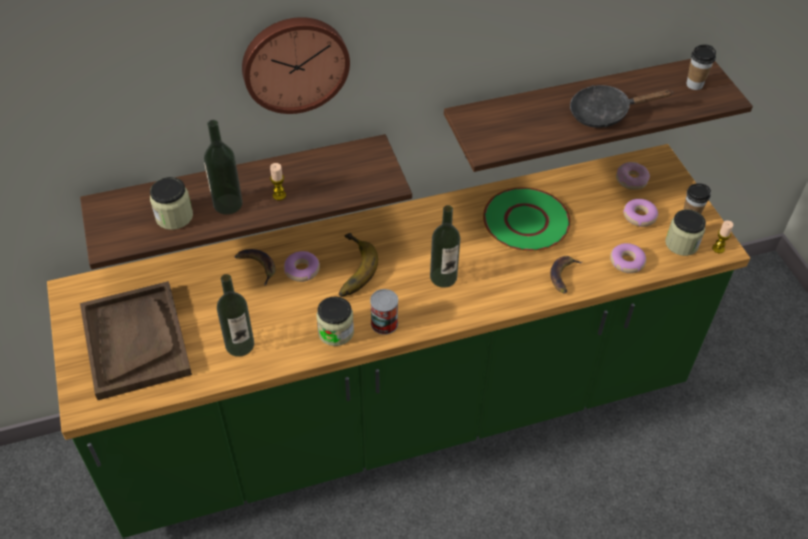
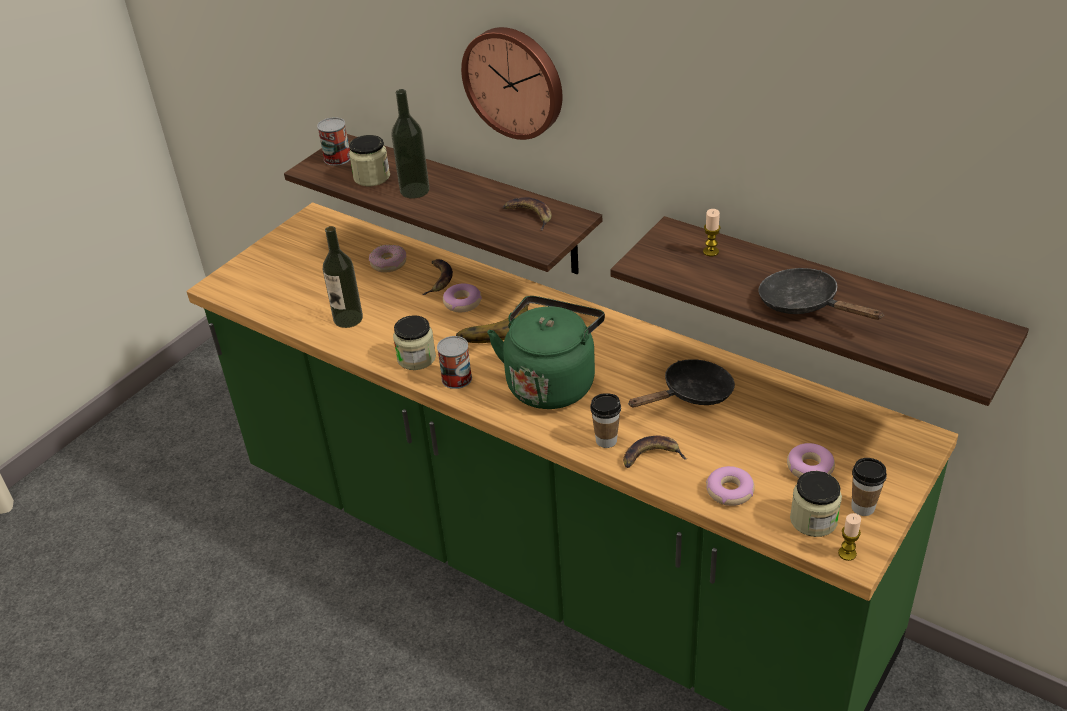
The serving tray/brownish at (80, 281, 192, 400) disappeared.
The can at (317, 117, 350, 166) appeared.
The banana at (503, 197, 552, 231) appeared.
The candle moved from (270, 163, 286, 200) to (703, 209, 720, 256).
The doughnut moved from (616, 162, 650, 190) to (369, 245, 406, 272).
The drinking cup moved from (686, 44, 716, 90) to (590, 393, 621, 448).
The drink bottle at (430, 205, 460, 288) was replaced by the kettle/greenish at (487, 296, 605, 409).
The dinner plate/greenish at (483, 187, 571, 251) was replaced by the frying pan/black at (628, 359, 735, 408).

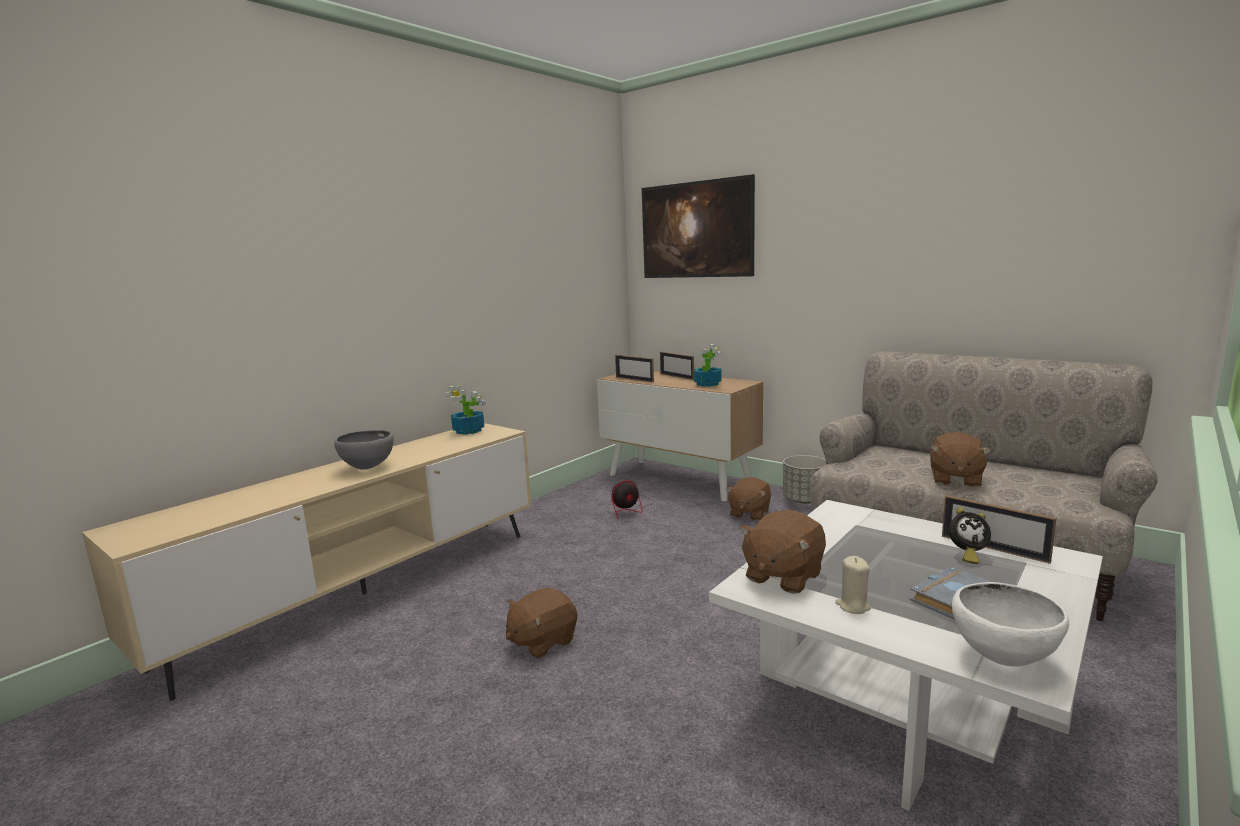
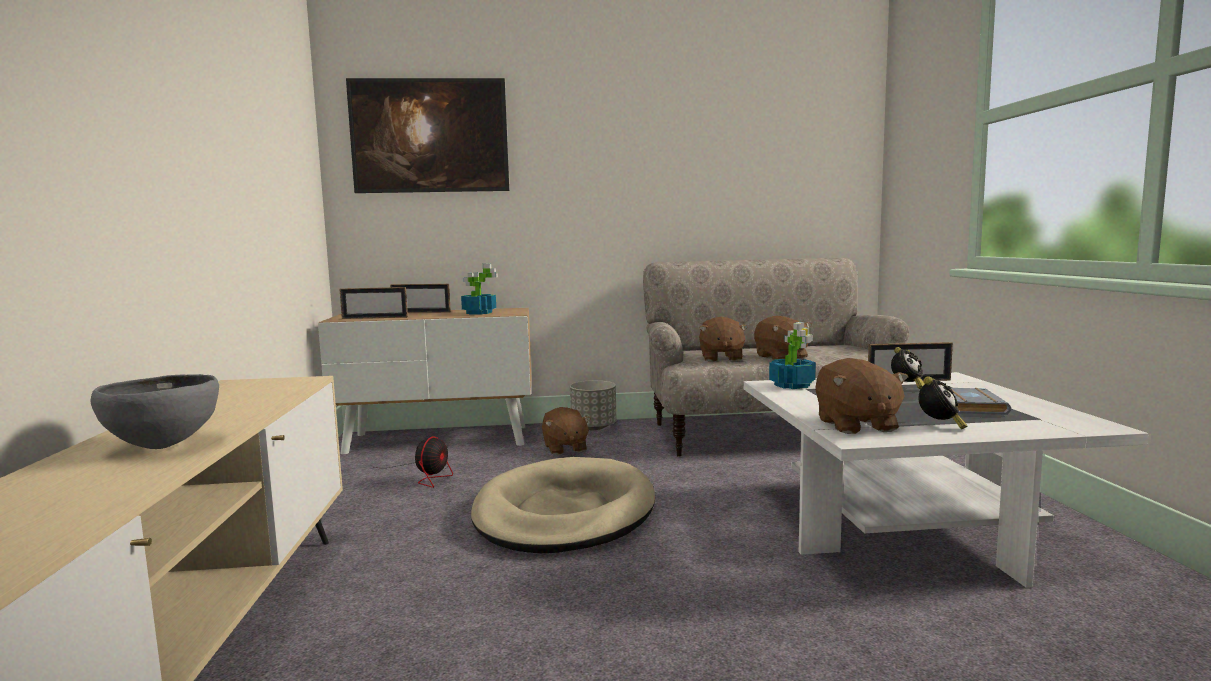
The deep dish/whitish at (952, 582, 1069, 666) disappeared.
The dog cushion/beige at (471, 457, 655, 553) appeared.
The potted plant moved from (446, 386, 485, 435) to (769, 322, 816, 389).
The plush toy/brownish moved from (506, 588, 577, 658) to (699, 317, 748, 362).
The candle/beige at (835, 556, 871, 614) was replaced by the alarm clock at (918, 377, 967, 429).

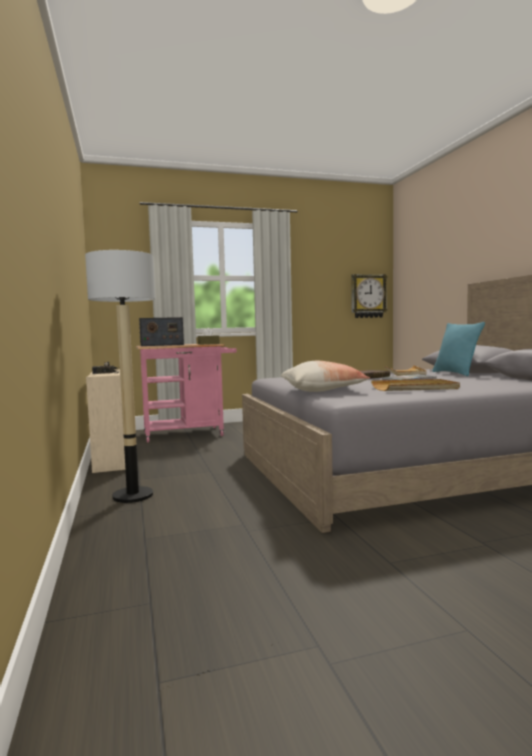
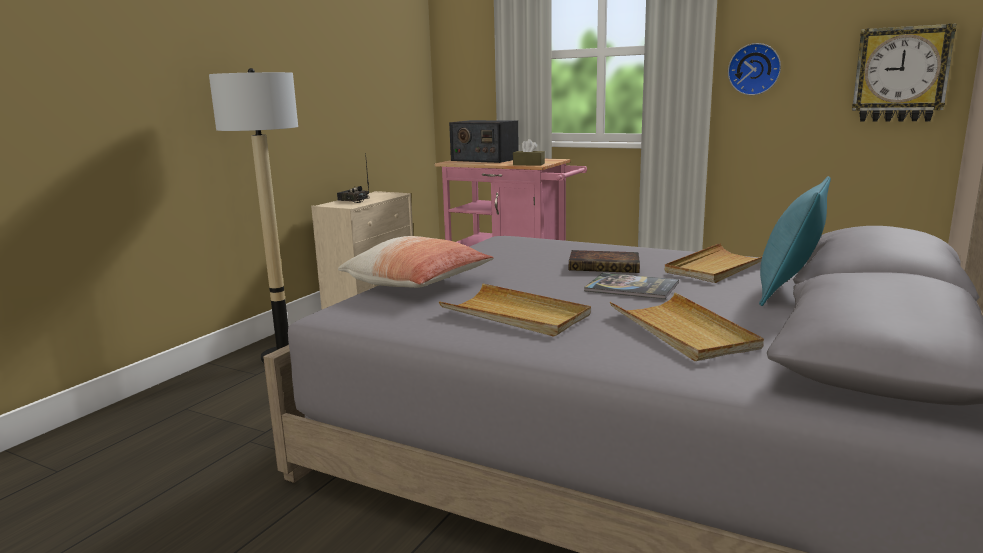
The serving tray/beige at (610, 292, 764, 361) appeared.
The clock on the wall at (728, 43, 781, 95) appeared.

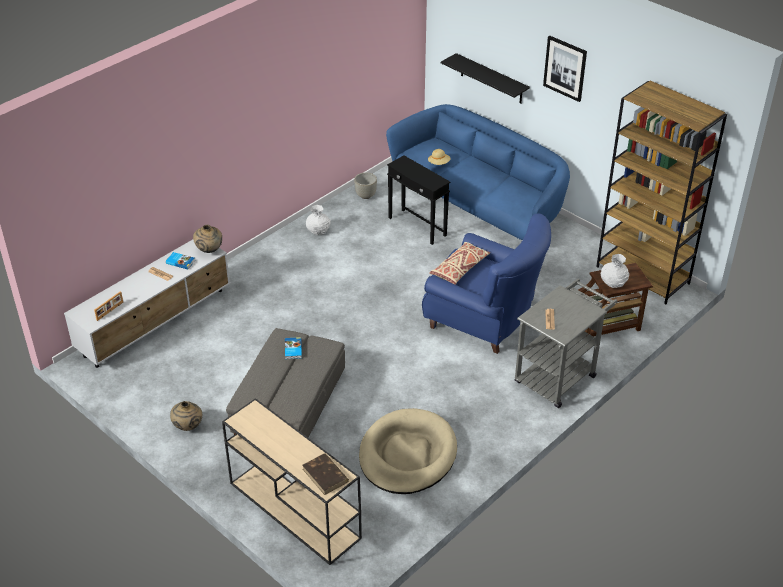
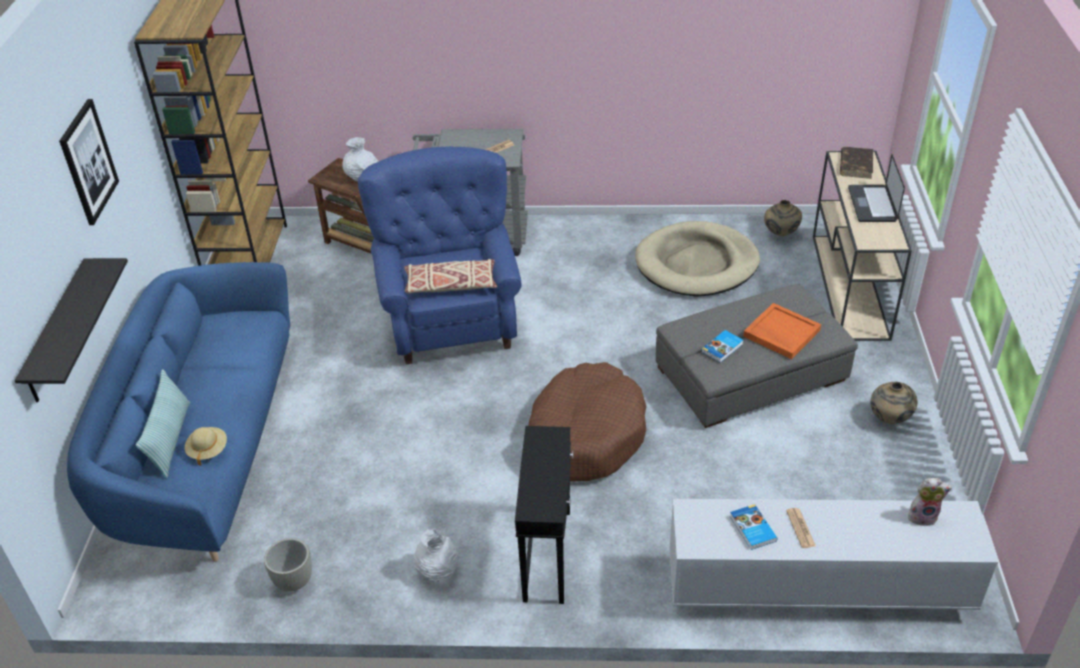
The cushion at (136, 369, 190, 479) appeared.
The dog cushion/brownish at (528, 362, 646, 482) appeared.
The serving tray/orange at (743, 303, 821, 359) appeared.
The portable computer at (848, 154, 905, 222) appeared.
The decorative vase/beige moved from (193, 225, 222, 253) to (764, 200, 802, 236).
The end table/black moved from (387, 155, 450, 245) to (515, 426, 574, 604).
The standing frame at (94, 291, 123, 321) was replaced by the plush toy at (908, 478, 952, 526).

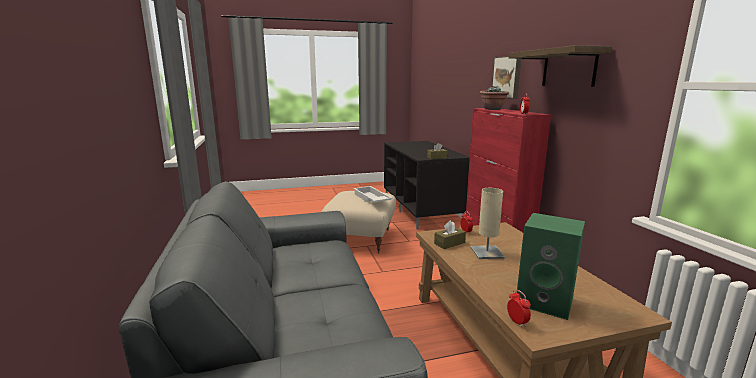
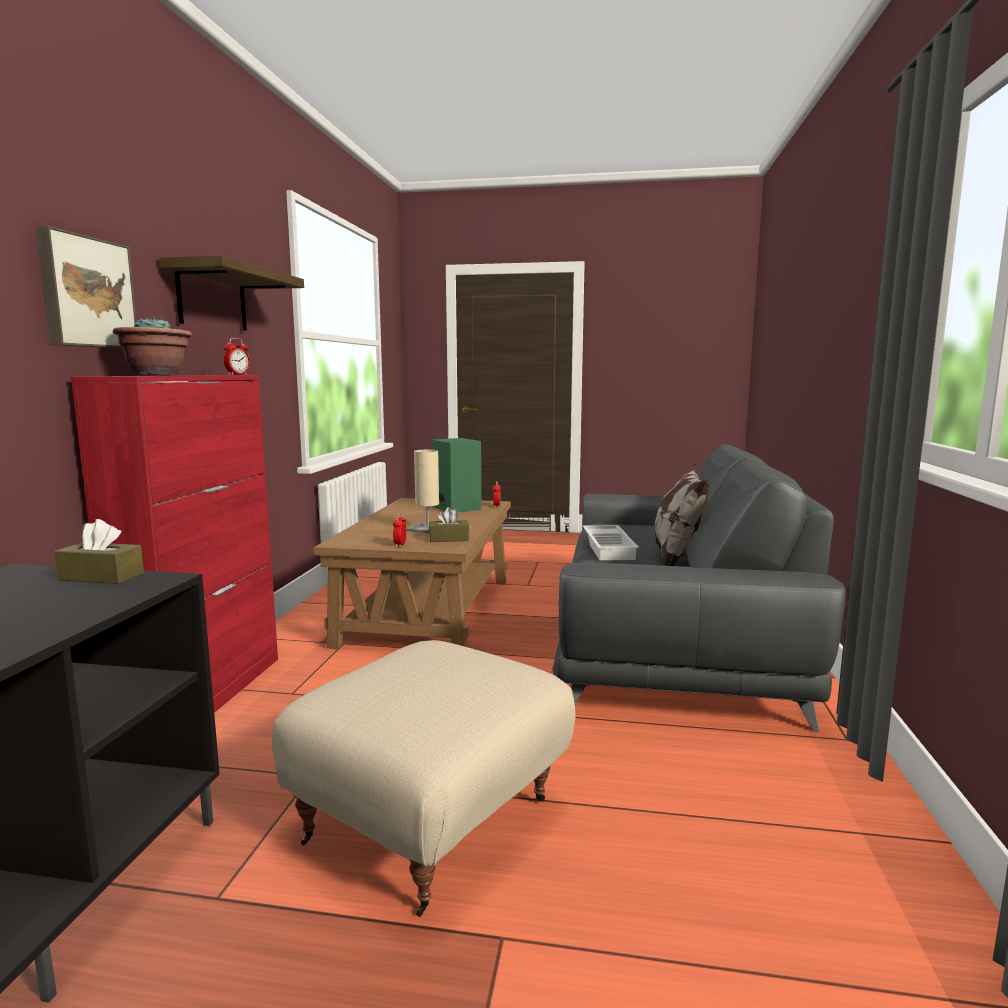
The cushion at (655, 463, 709, 566) appeared.
The serving tray/whitish moved from (353, 186, 392, 202) to (583, 525, 639, 560).

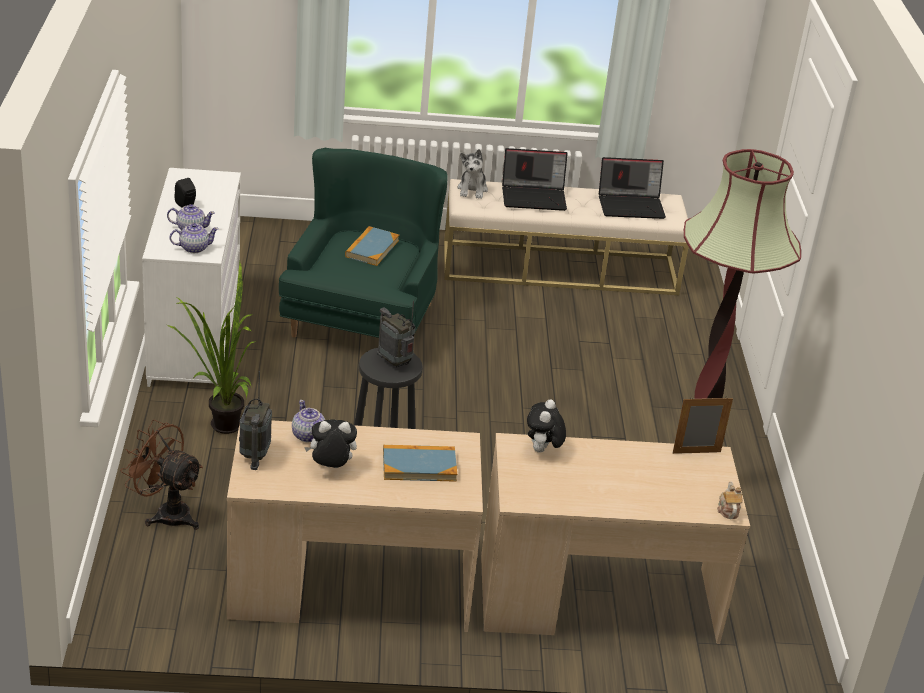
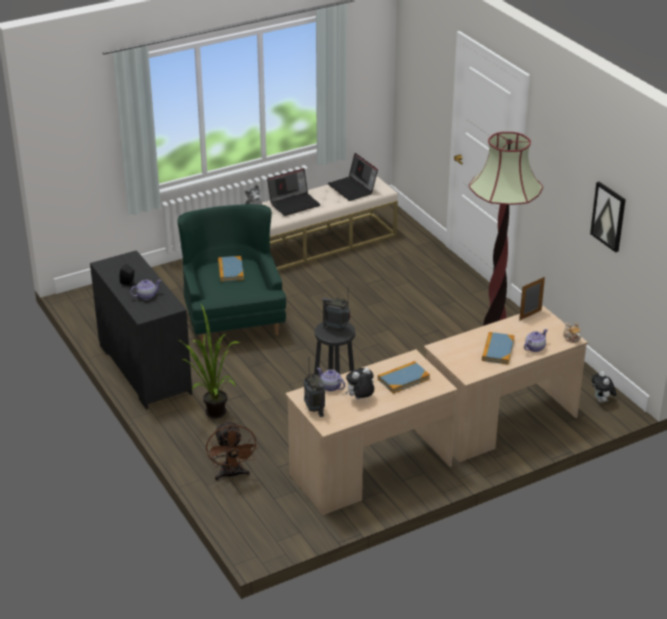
The volume at (482, 332, 515, 365) appeared.
The wall art at (590, 182, 626, 252) appeared.
The tea pot moved from (170, 223, 219, 253) to (524, 329, 548, 352).
The plush toy moved from (527, 399, 566, 453) to (591, 371, 616, 403).
The chest of drawers/whitish at (142, 168, 241, 387) became the chest of drawers/black at (90, 250, 192, 410).
The electric fan/brownish at (120, 420, 203, 530) turned 105 degrees counterclockwise.
The portable computer at (599, 157, 666, 219) turned 90 degrees clockwise.

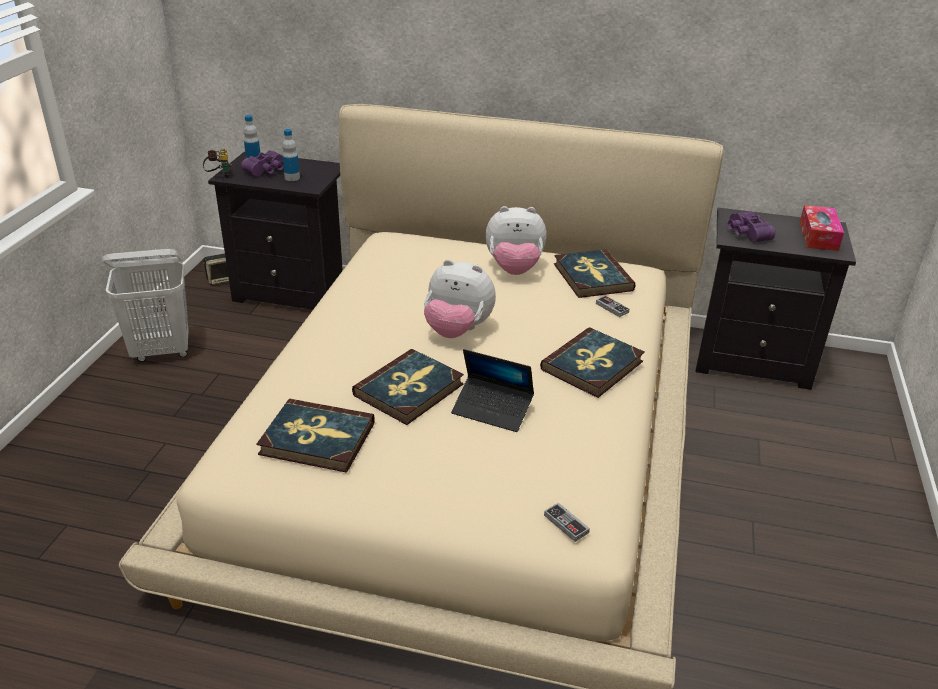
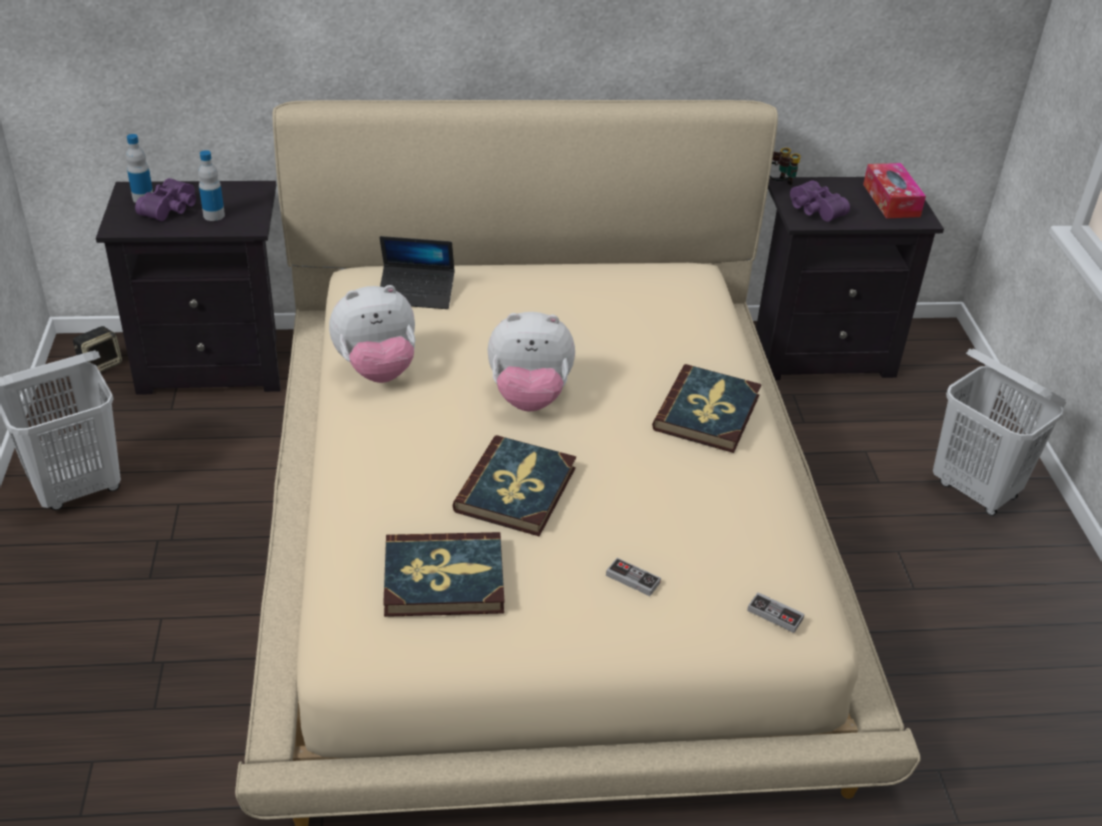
The volume at (554, 249, 635, 298) disappeared.
The washing basket/whitish at (933, 348, 1067, 516) appeared.
The binoculars moved from (203, 149, 232, 178) to (770, 148, 801, 185).
The portable computer moved from (451, 349, 534, 432) to (380, 236, 455, 309).
The plush toy moved from (485, 206, 547, 275) to (329, 285, 416, 383).
The game controller moved from (596, 296, 629, 317) to (606, 558, 661, 596).

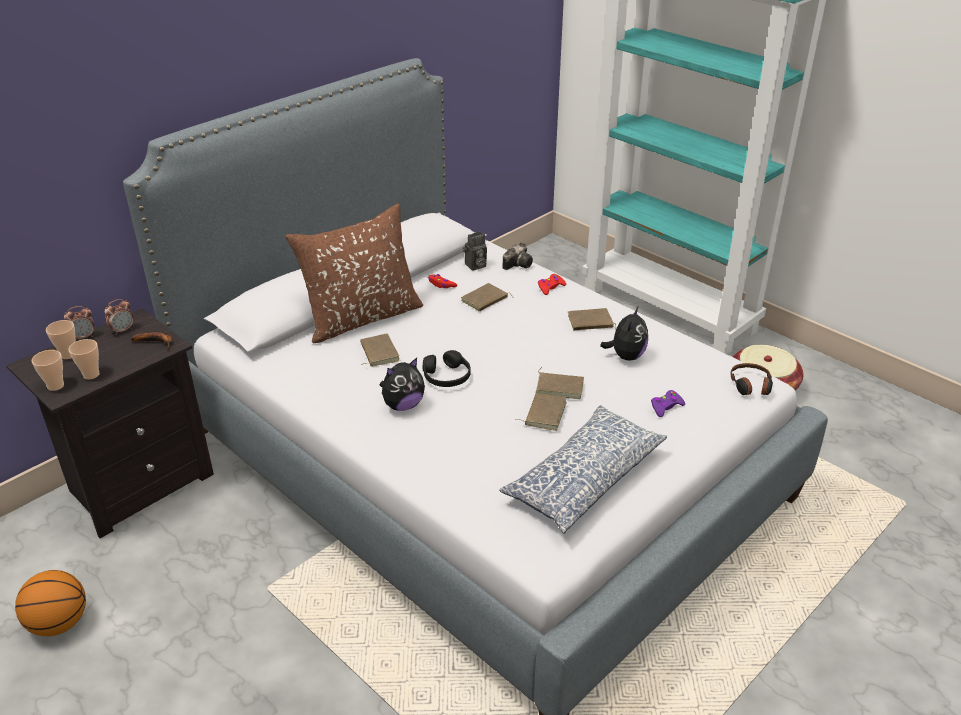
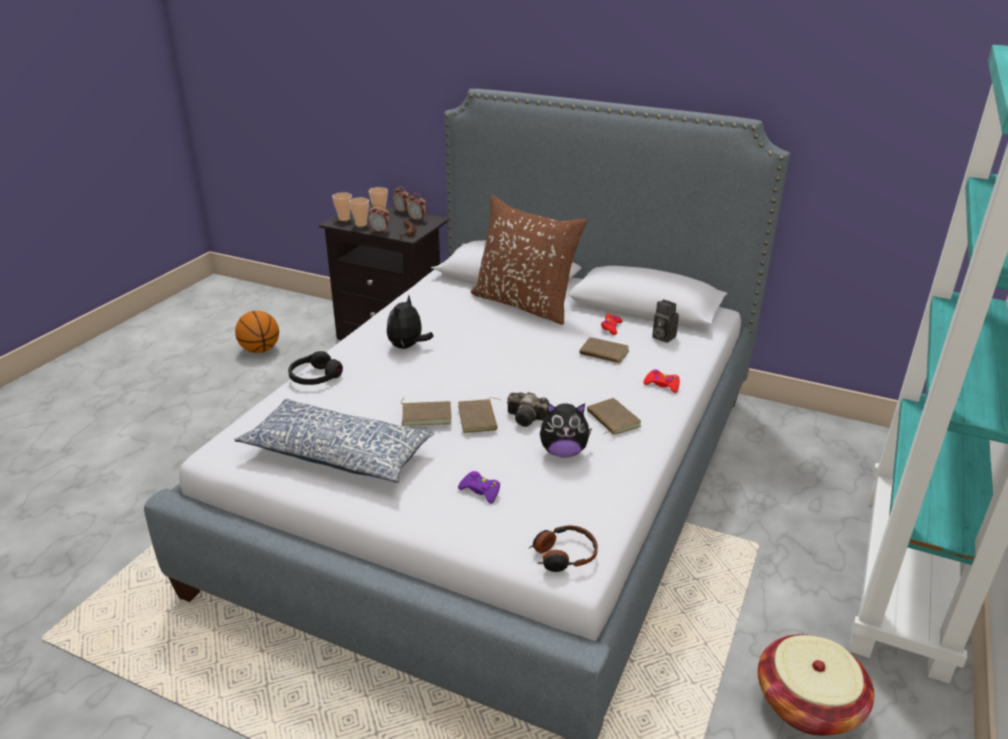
The volume/brownish at (360, 334, 400, 367) disappeared.
The alarm clock at (369, 205, 390, 233) appeared.
The headphones/black moved from (423, 350, 471, 387) to (288, 351, 343, 385).
The still camera moved from (502, 242, 533, 270) to (507, 392, 549, 427).
The plush toy at (380, 358, 425, 411) turned 75 degrees clockwise.

